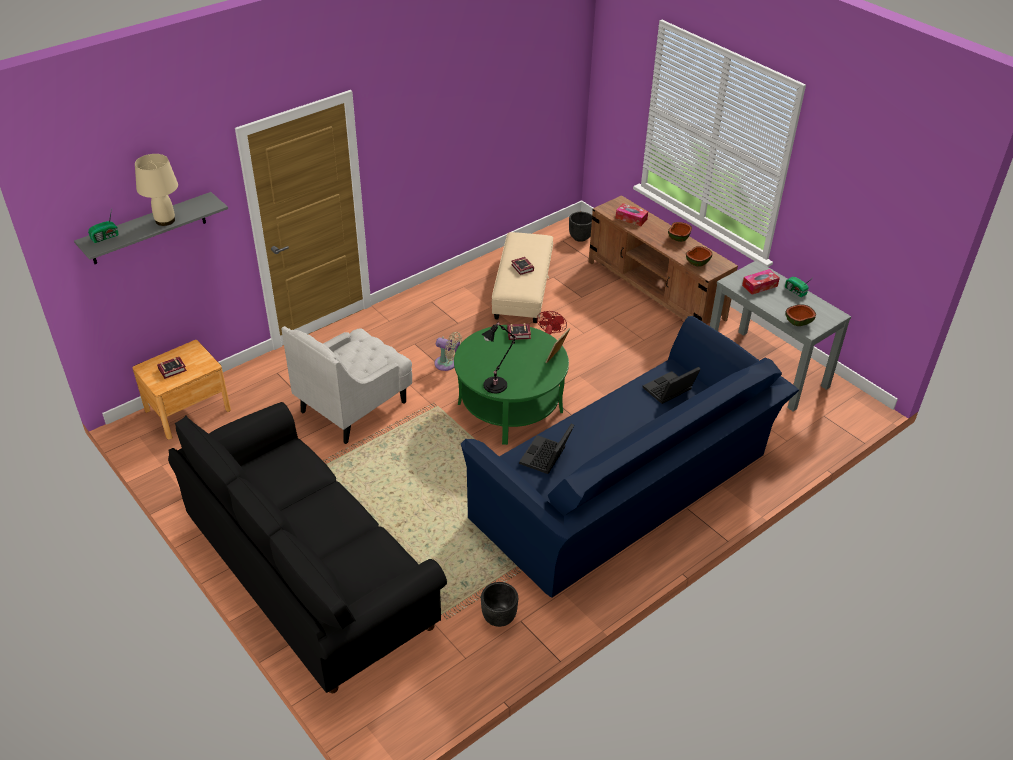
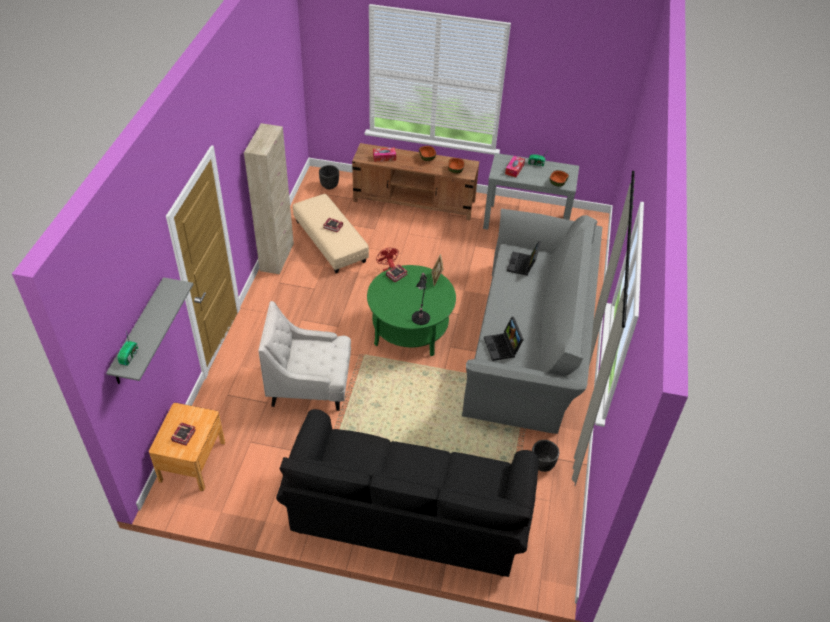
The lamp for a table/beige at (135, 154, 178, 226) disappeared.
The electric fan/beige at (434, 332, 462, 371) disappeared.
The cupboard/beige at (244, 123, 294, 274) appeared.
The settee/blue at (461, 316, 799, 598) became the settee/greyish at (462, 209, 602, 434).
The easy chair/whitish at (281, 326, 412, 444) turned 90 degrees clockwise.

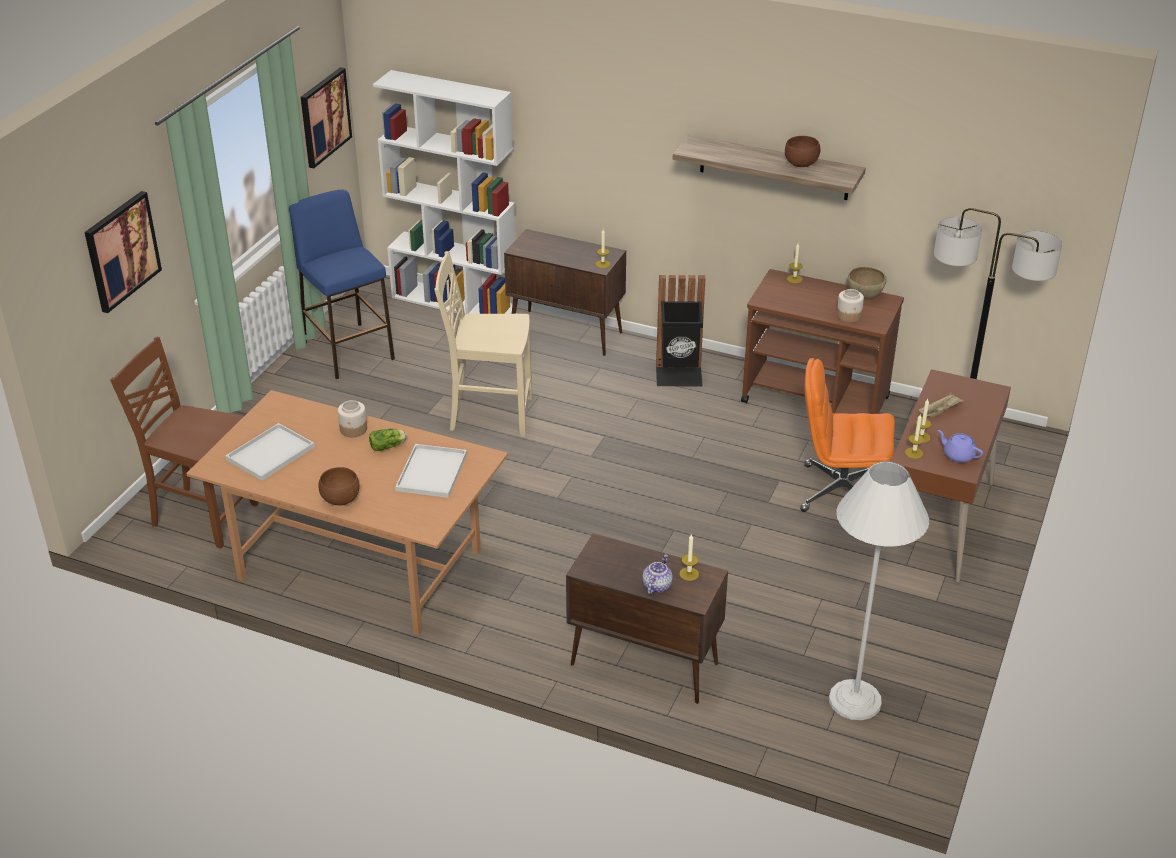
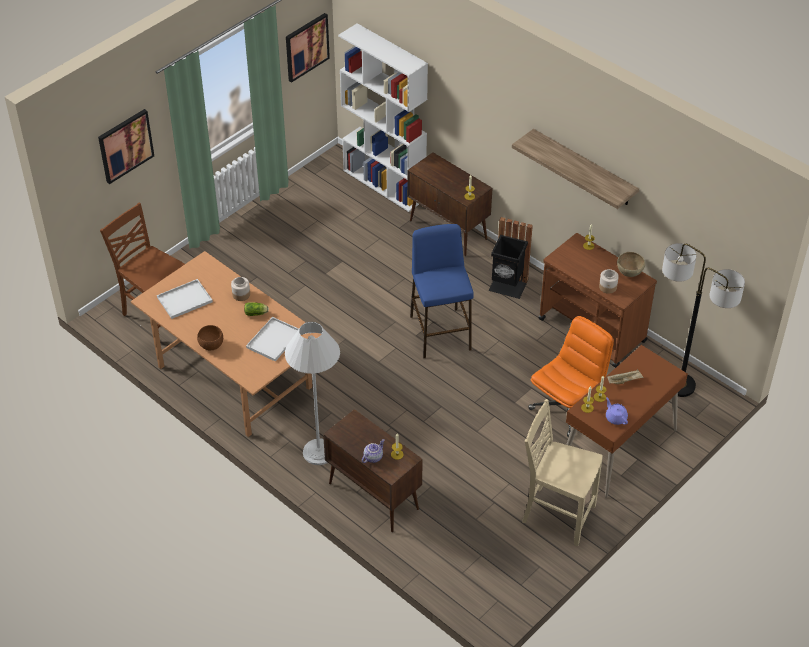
The deep dish/brownish at (785, 136, 820, 167) disappeared.
The stool seat/blue moved from (289, 189, 395, 379) to (410, 224, 474, 358).
The upright chair/beige moved from (434, 251, 532, 437) to (522, 399, 603, 546).
The standing lamp/whitish moved from (829, 461, 929, 720) to (285, 322, 340, 465).
The desk chair/orange at (800, 358, 895, 512) turned 105 degrees clockwise.

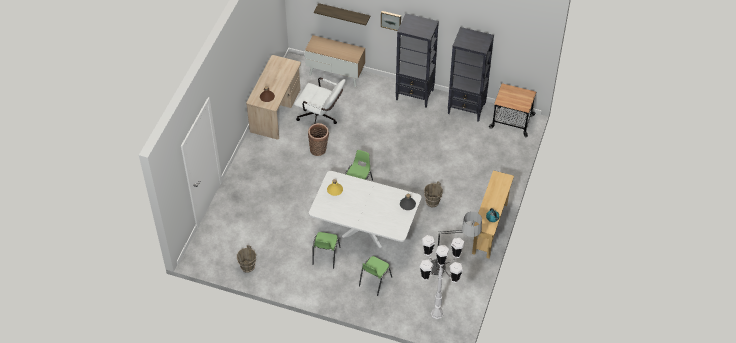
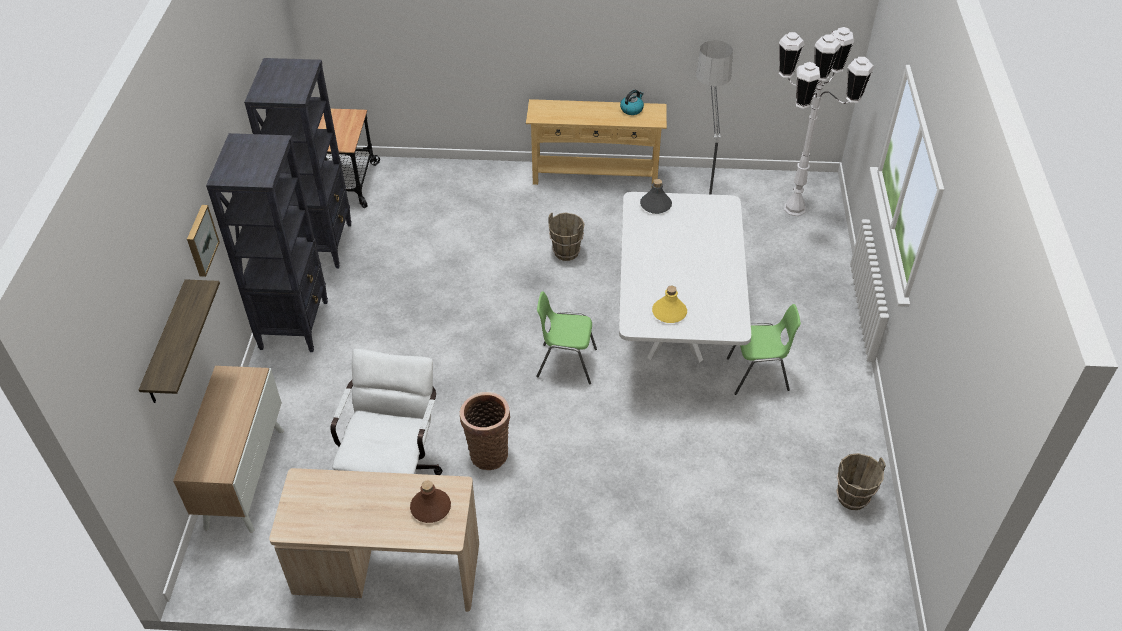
The upright chair/greenish at (359, 256, 392, 296) disappeared.

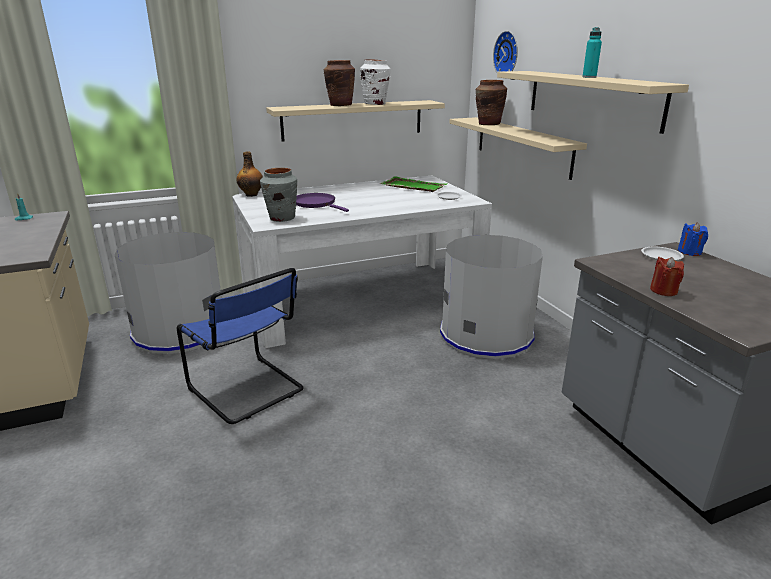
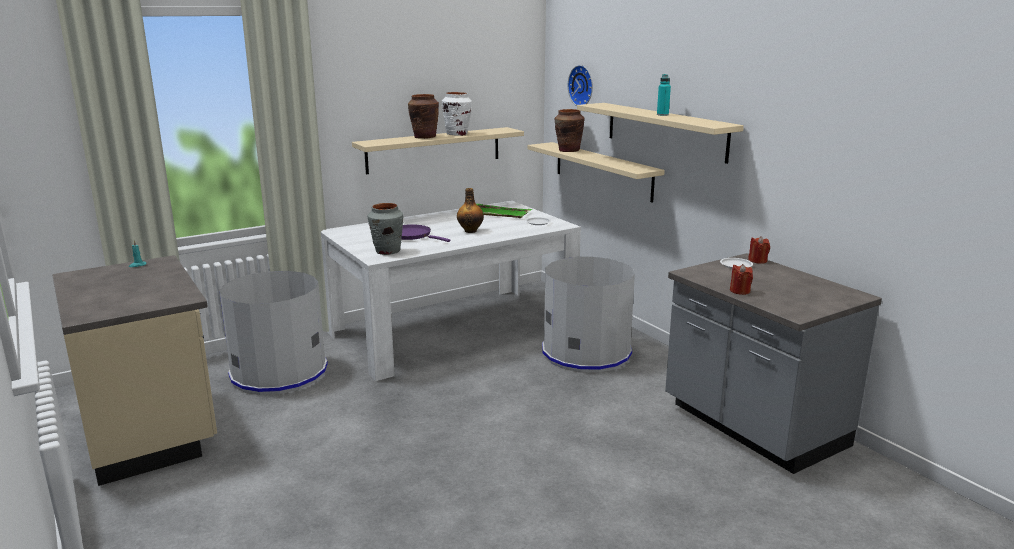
The upright chair/blue at (177, 268, 304, 424) disappeared.
The drink bottle moved from (236, 152, 263, 197) to (457, 188, 484, 233).
The candle/blue at (678, 223, 708, 256) became the candle/red at (748, 236, 770, 264).

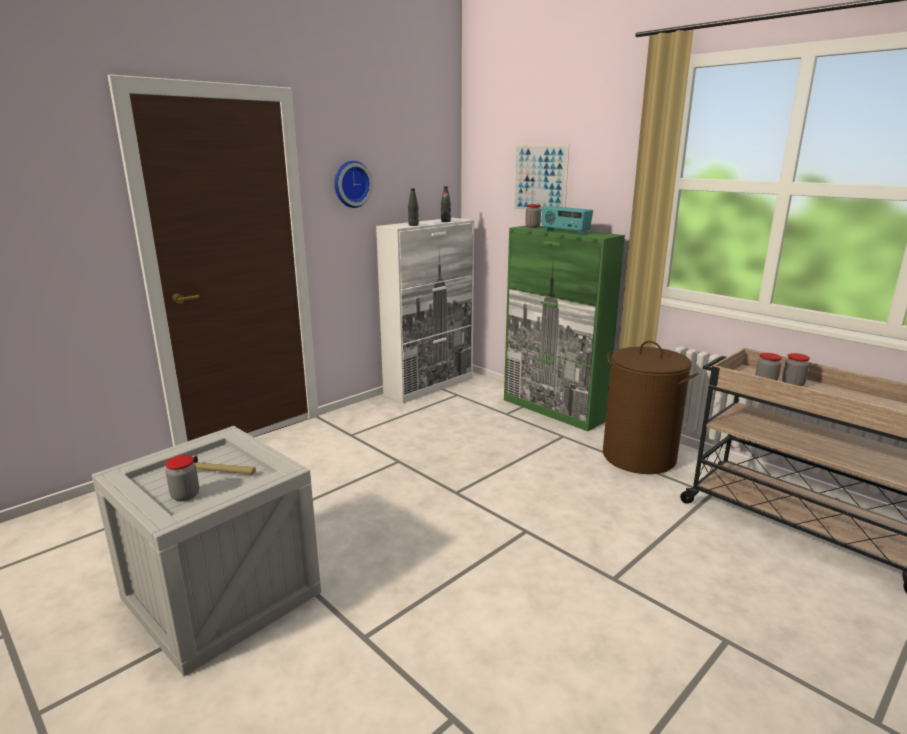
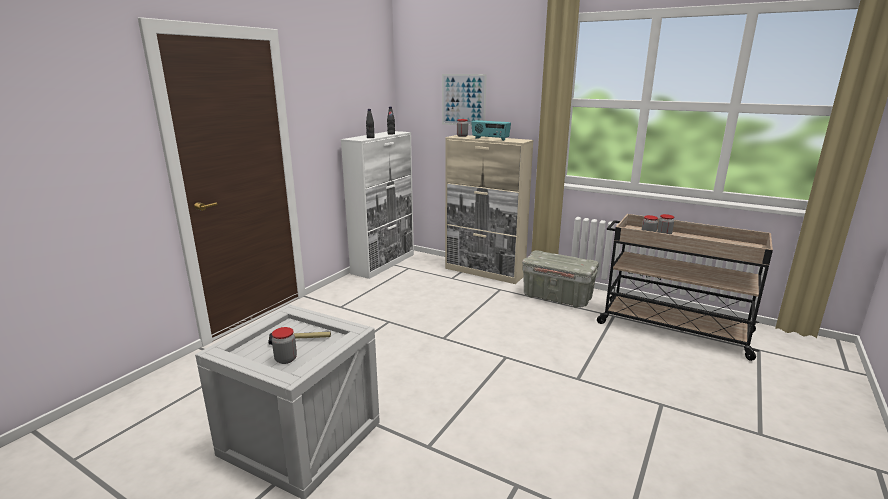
The clock on the wall at (335, 161, 373, 208) disappeared.
The washing basket/brownish at (603, 341, 698, 474) was replaced by the storage box/greyish at (522, 250, 599, 308).
The cupboard/greenish at (504, 226, 625, 431) became the cupboard/beige at (445, 135, 533, 284).

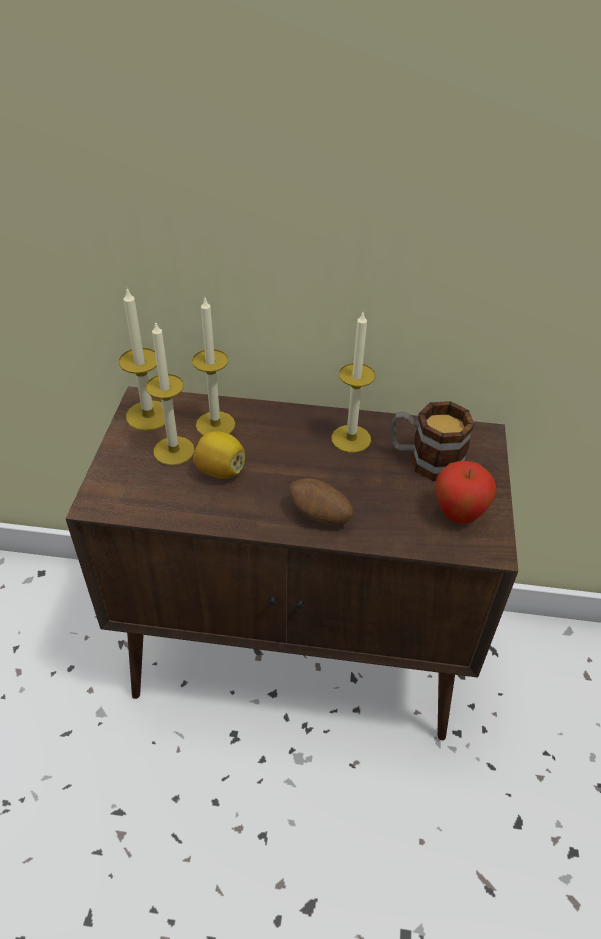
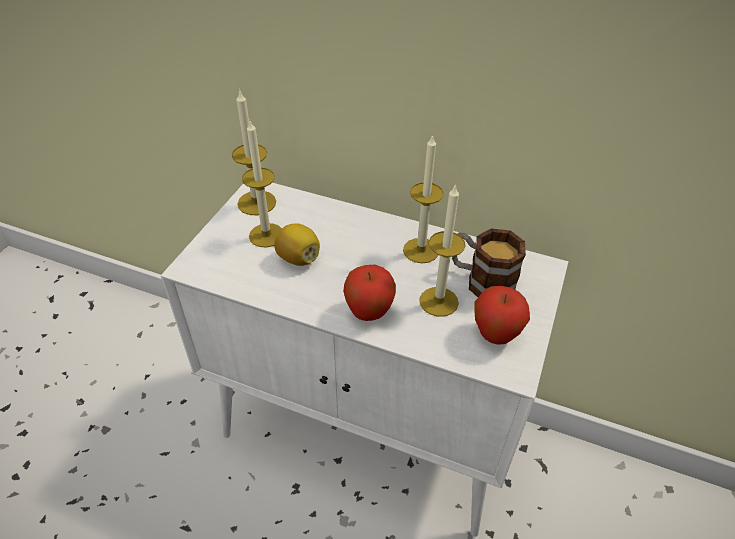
The candle moved from (192, 296, 235, 436) to (419, 184, 466, 317).
The spud at (290, 478, 353, 526) was replaced by the apple fruit at (343, 265, 396, 321).
The cupboard/brownish at (66, 386, 518, 740) became the cupboard/whitish at (161, 183, 568, 537).

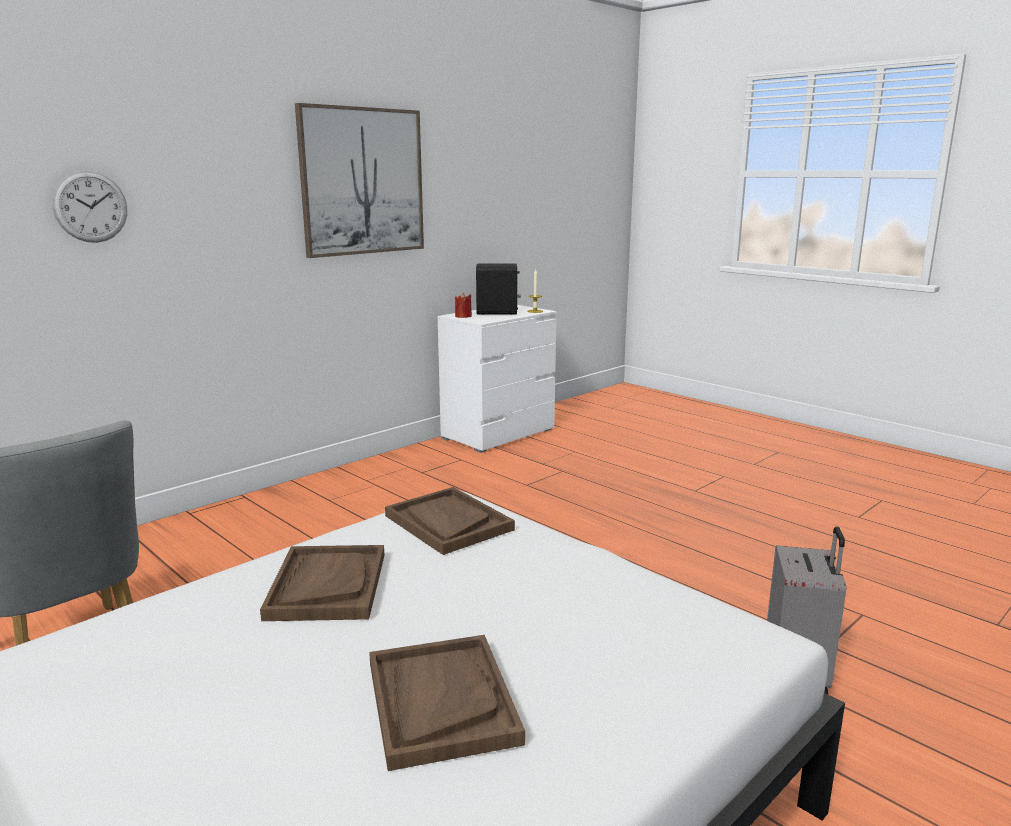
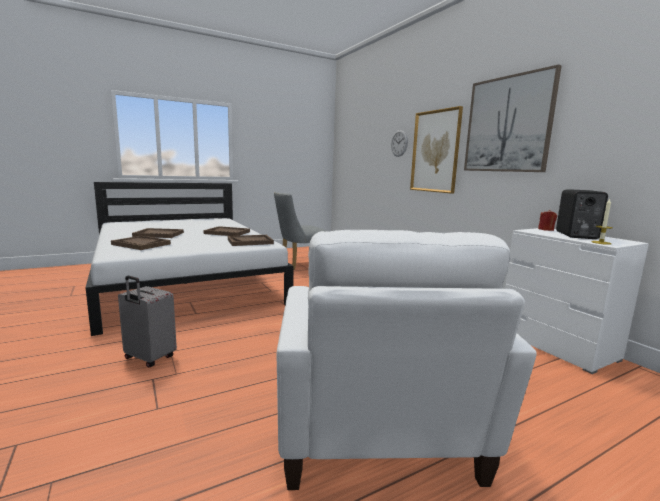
The serving tray/brownish at (111, 236, 171, 250) appeared.
The easy chair/whitish at (277, 230, 537, 490) appeared.
The wall art at (410, 106, 463, 194) appeared.

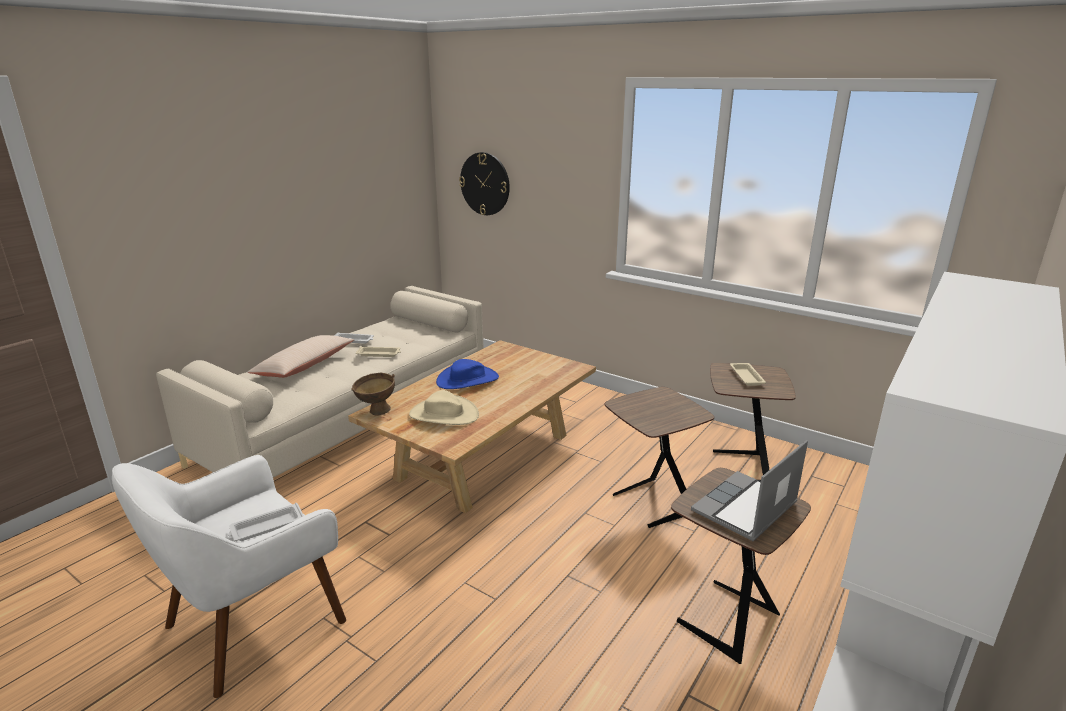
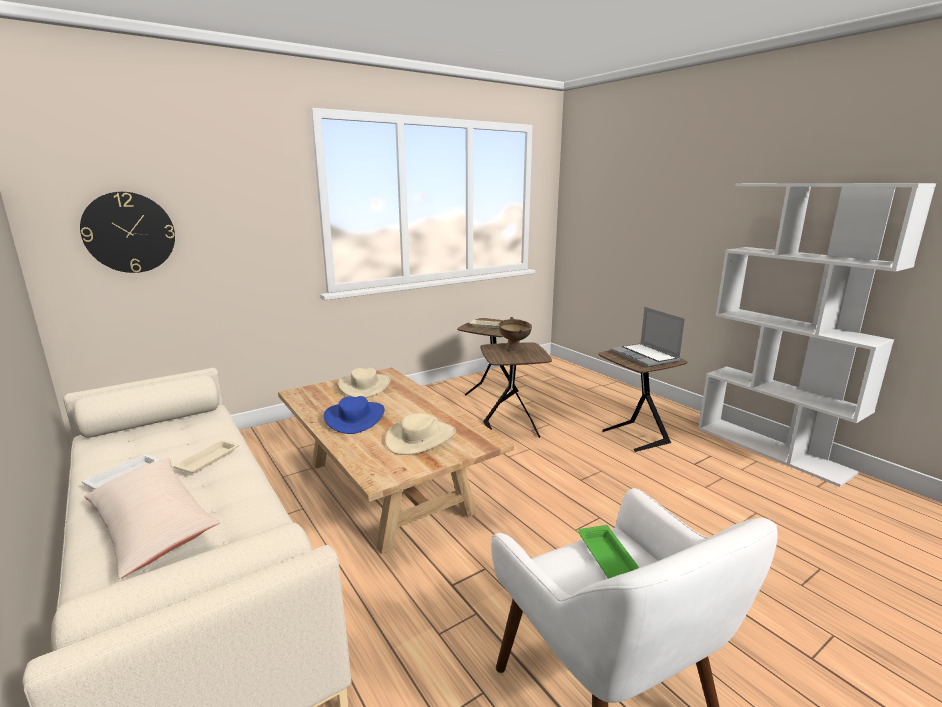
The hat/beige at (338, 368, 391, 398) appeared.
The deep dish/brownish moved from (352, 373, 395, 416) to (498, 317, 532, 351).
The serving tray/whitish at (228, 503, 304, 541) became the serving tray/greenish at (578, 525, 639, 579).

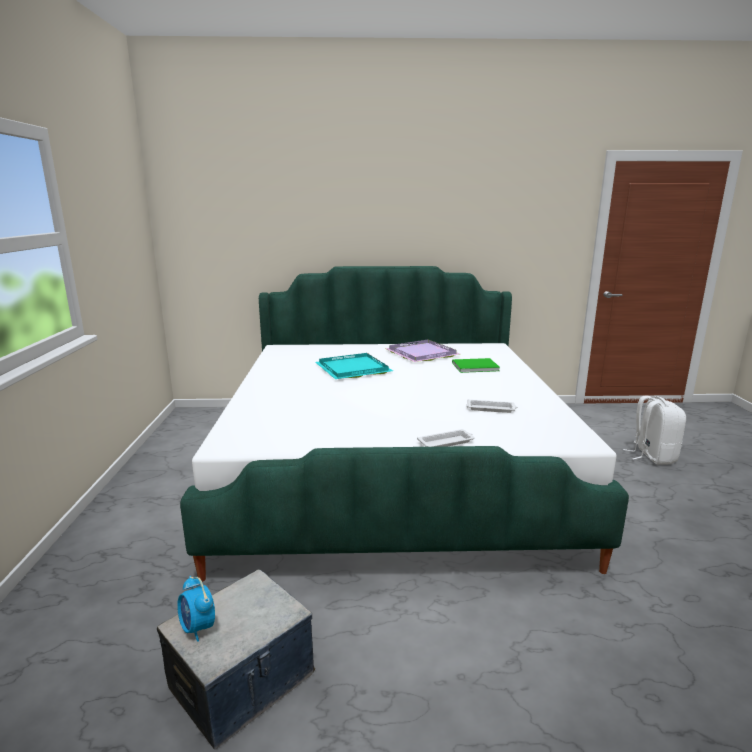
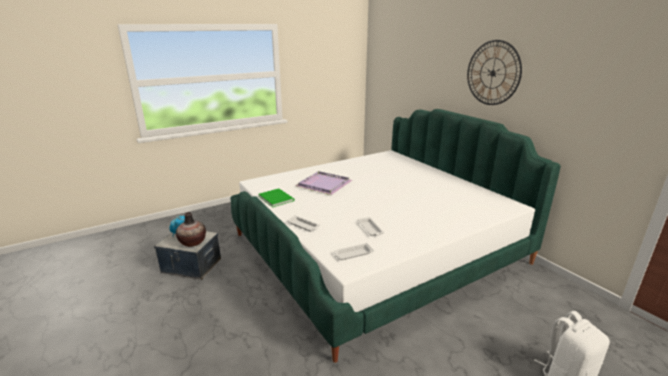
The serving tray/turquoise at (315, 353, 393, 379) disappeared.
The decorative vase at (176, 212, 206, 247) appeared.
The serving tray/whitish at (334, 243, 374, 260) appeared.
The clock on the wall at (467, 40, 522, 105) appeared.
The serving tray/purple-coloured moved from (385, 339, 460, 362) to (295, 171, 352, 195).
The volume/greenish moved from (452, 358, 500, 373) to (258, 188, 294, 207).

